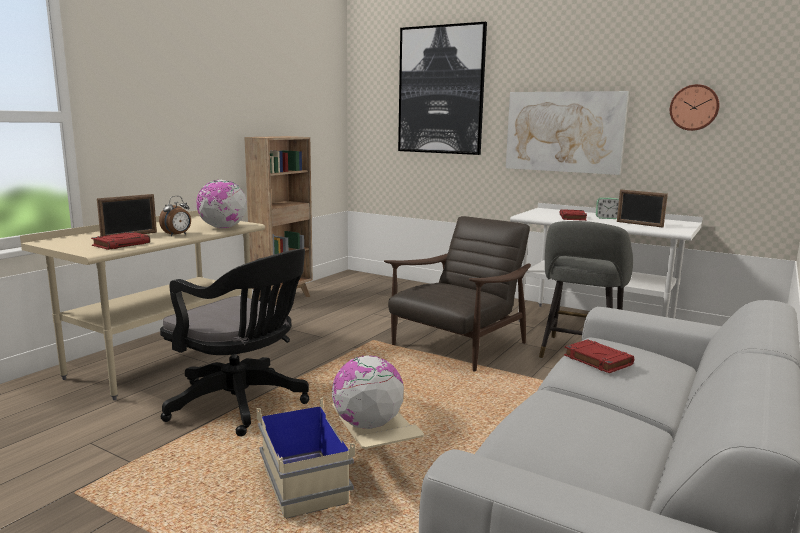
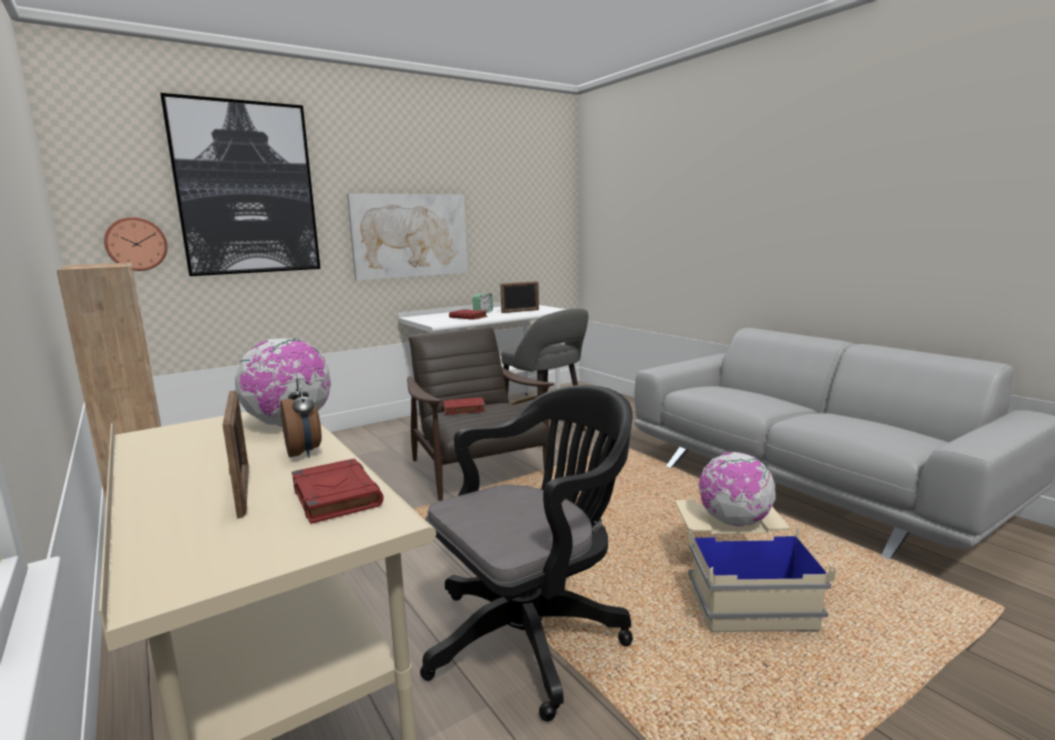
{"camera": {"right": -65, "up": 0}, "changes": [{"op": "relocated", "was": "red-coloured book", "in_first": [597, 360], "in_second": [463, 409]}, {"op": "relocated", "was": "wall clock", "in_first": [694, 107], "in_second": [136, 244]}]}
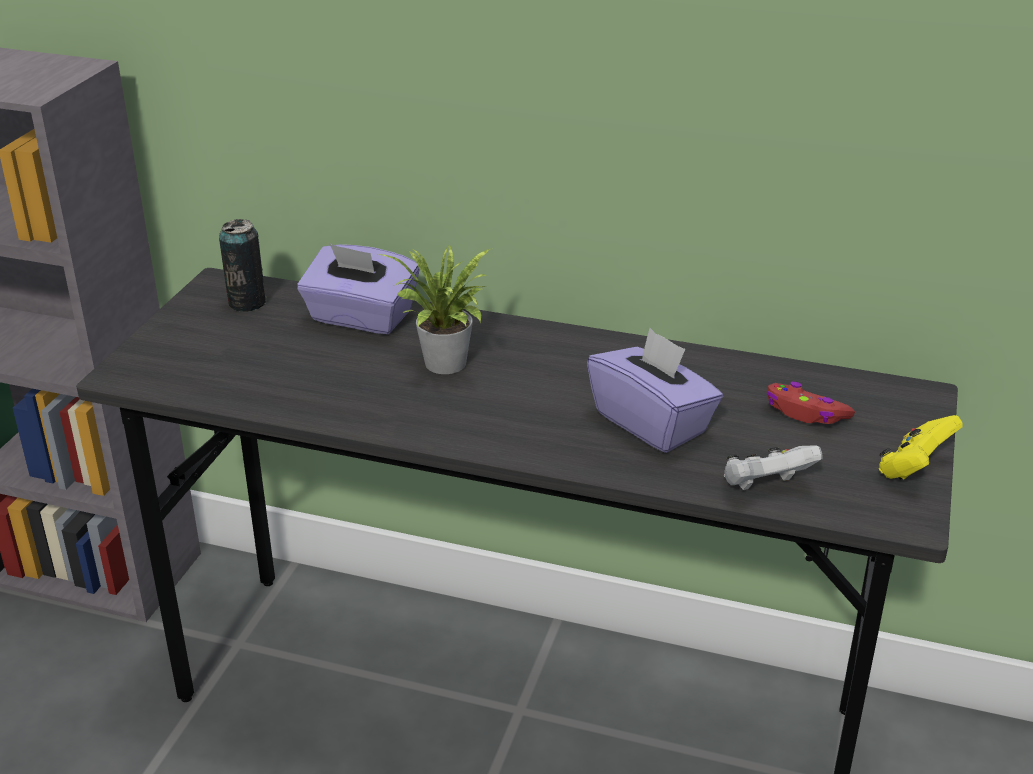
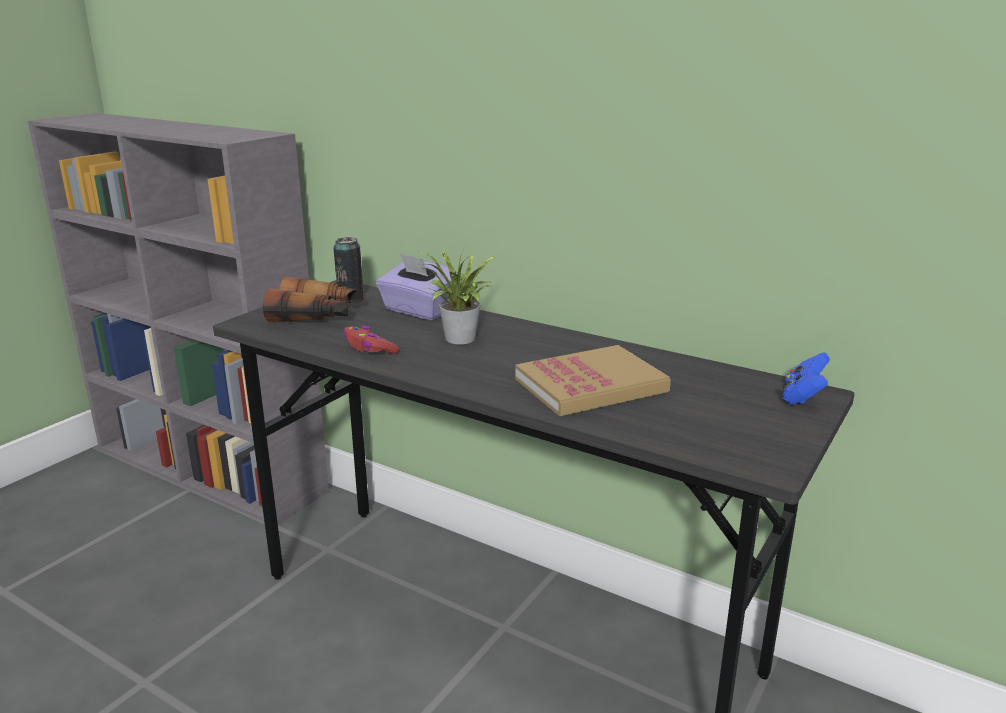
{"camera": {"right": 15, "up": -10}, "changes": [{"op": "missing", "was": "whitish gamepad", "in_first": [765, 486]}, {"op": "missing", "was": "yellowish gamepad", "in_first": [913, 469]}, {"op": "appeared", "now": "binoculars", "in_second": [317, 316]}, {"op": "appeared", "now": "bluish gamepad", "in_second": [802, 397]}, {"op": "relocated", "was": "red-coloured gamepad", "in_first": [805, 413], "in_second": [369, 348]}, {"op": "exchanged", "was": "purplish box of tissues", "now": "book", "in_first": [652, 422], "in_second": [591, 385]}]}
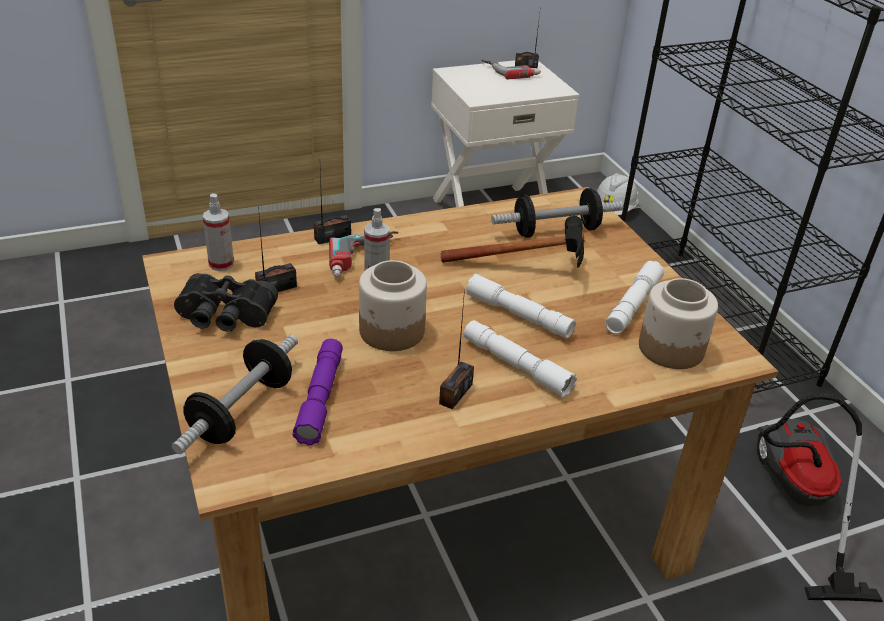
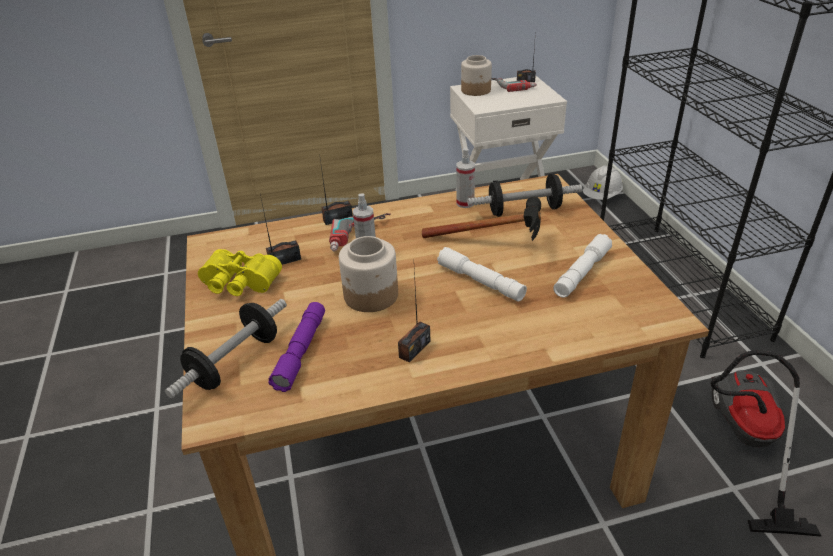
{"camera": {"right": 10, "up": 0}, "changes": [{"op": "missing", "was": "whitish torch", "in_first": [516, 366]}, {"op": "relocated", "was": "sprayer", "in_first": [221, 264], "in_second": [465, 203]}, {"op": "relocated", "was": "storage jar", "in_first": [672, 349], "in_second": [476, 90]}, {"op": "colour", "was": "black-coloured binoculars", "now": "yellowish binoculars", "in_first": [224, 317], "in_second": [238, 284]}]}
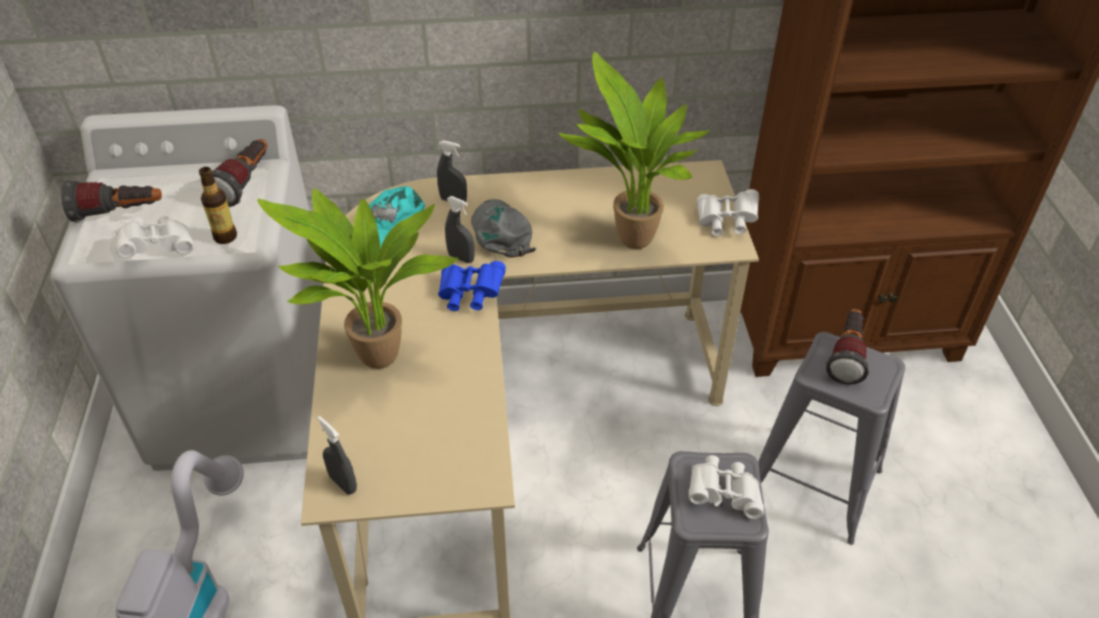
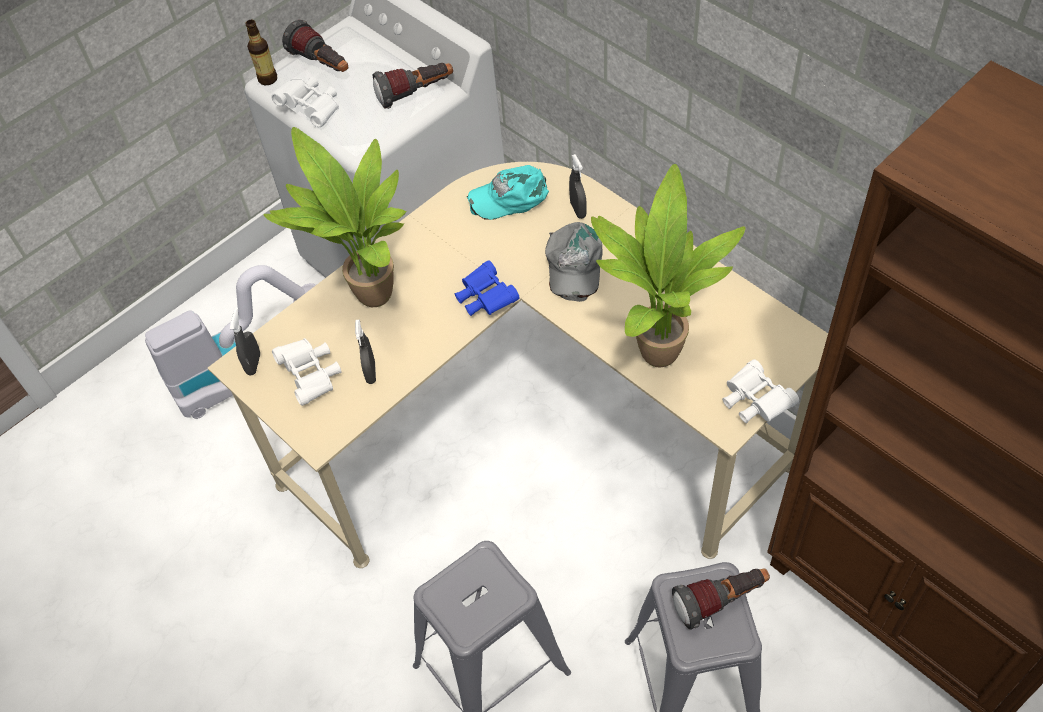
{"camera": {"right": 55, "up": 10}, "changes": [{"op": "relocated", "was": "drink bottle", "in_first": [225, 237], "in_second": [268, 79]}, {"op": "relocated", "was": "grey sprayer", "in_first": [461, 257], "in_second": [371, 373]}, {"op": "relocated", "was": "whitish binoculars", "in_first": [724, 494], "in_second": [311, 376]}, {"op": "spun", "was": "grey peaked cap", "in_first": [501, 232], "in_second": [573, 265], "clockwise": 150}]}
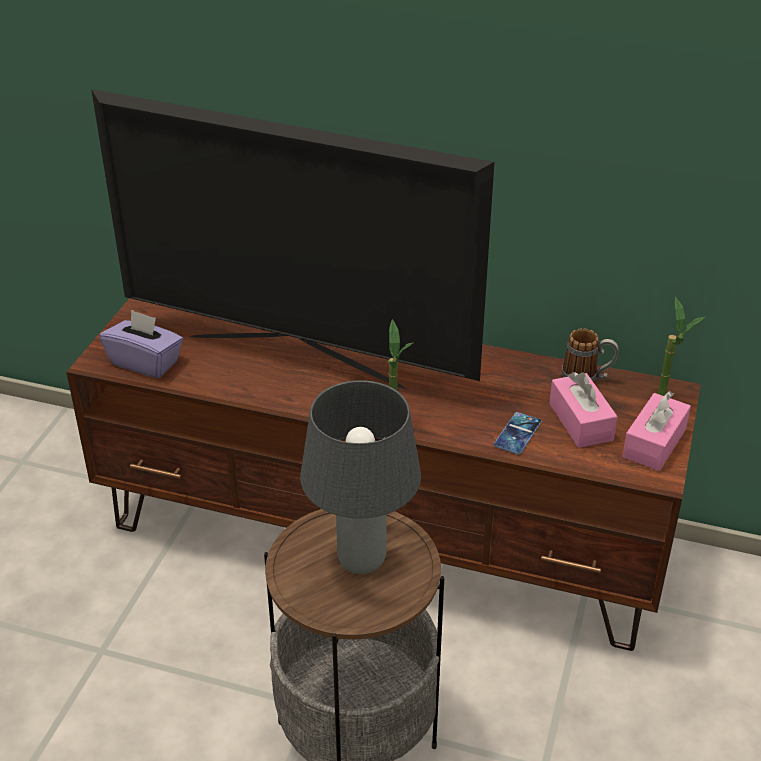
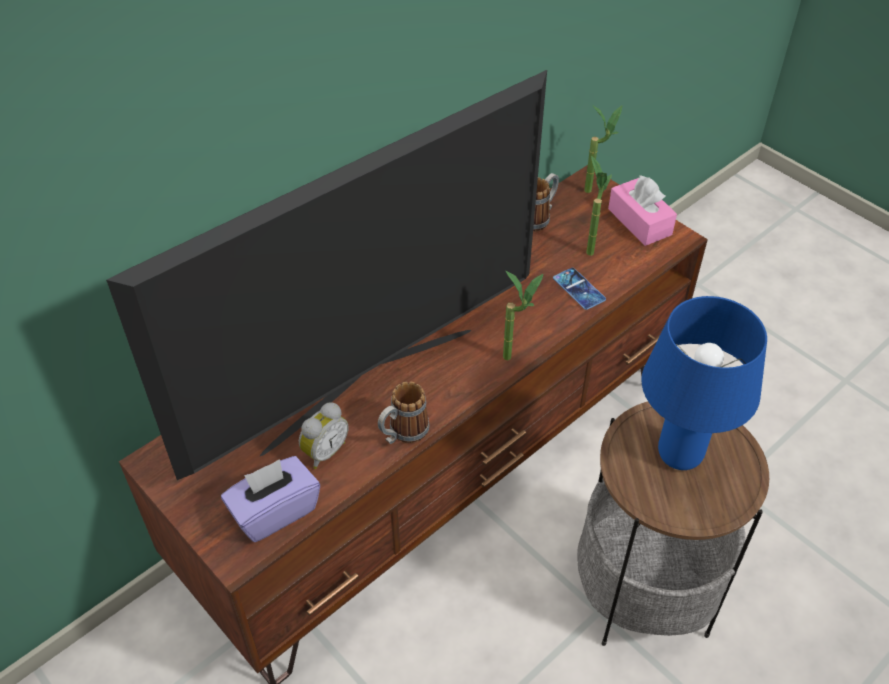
{"camera": {"right": -60, "up": 10}, "changes": [{"op": "appeared", "now": "table clock", "in_second": [324, 451]}, {"op": "appeared", "now": "coffee mug", "in_second": [403, 433]}, {"op": "exchanged", "was": "pink box of tissues", "now": "potted plant", "in_first": [580, 422], "in_second": [588, 247]}, {"op": "colour", "was": "grey lamp for a table", "now": "bluish lamp for a table", "in_first": [362, 559], "in_second": [678, 454]}]}
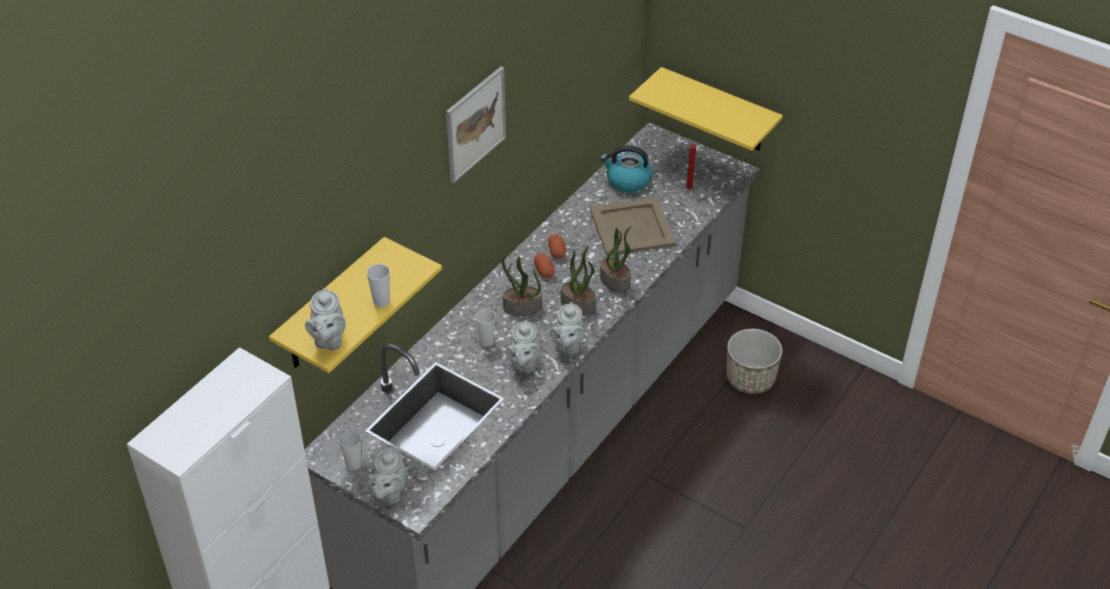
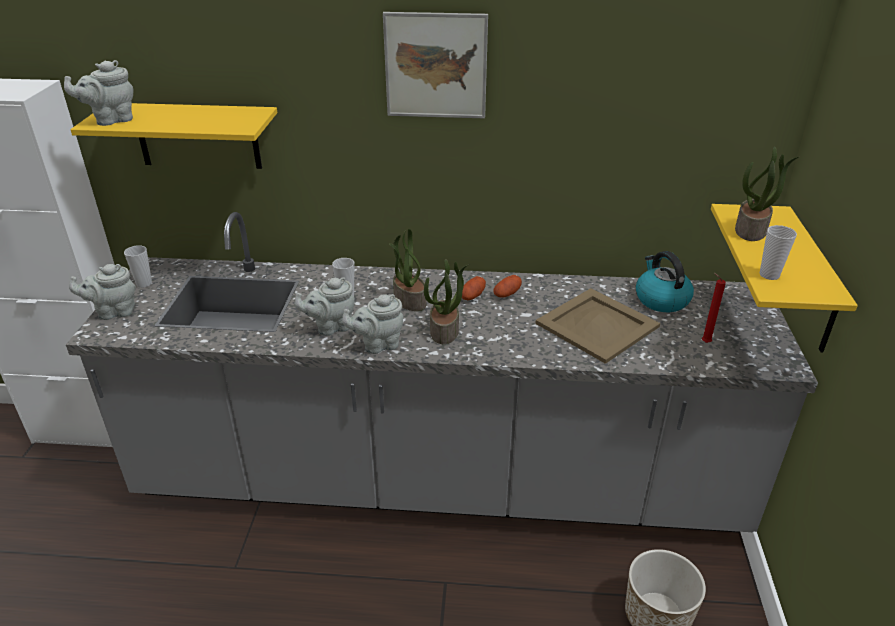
{"camera": {"right": 60, "up": -10}, "changes": [{"op": "relocated", "was": "cup", "in_first": [381, 301], "in_second": [769, 275]}, {"op": "relocated", "was": "potted plant", "in_first": [615, 282], "in_second": [751, 230]}]}
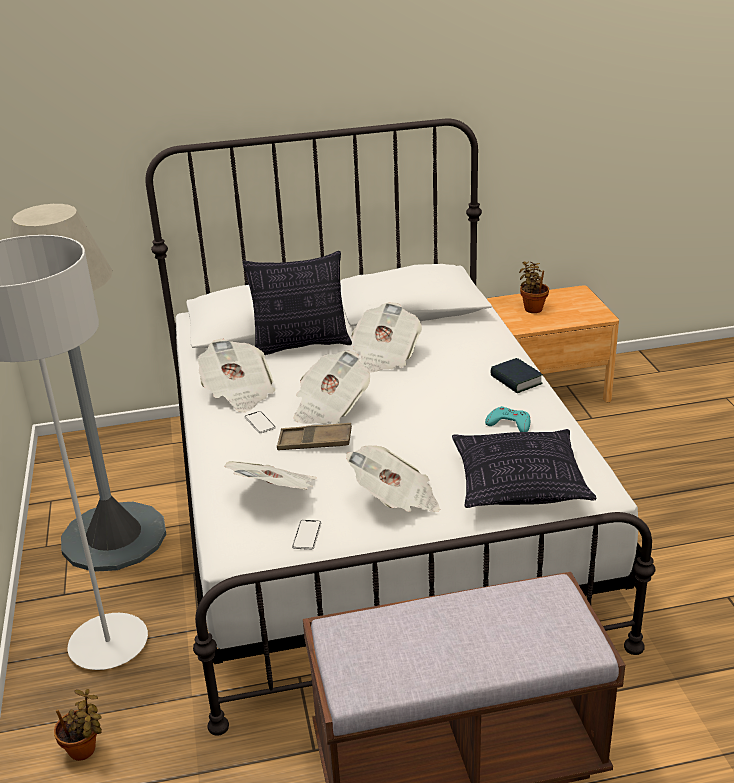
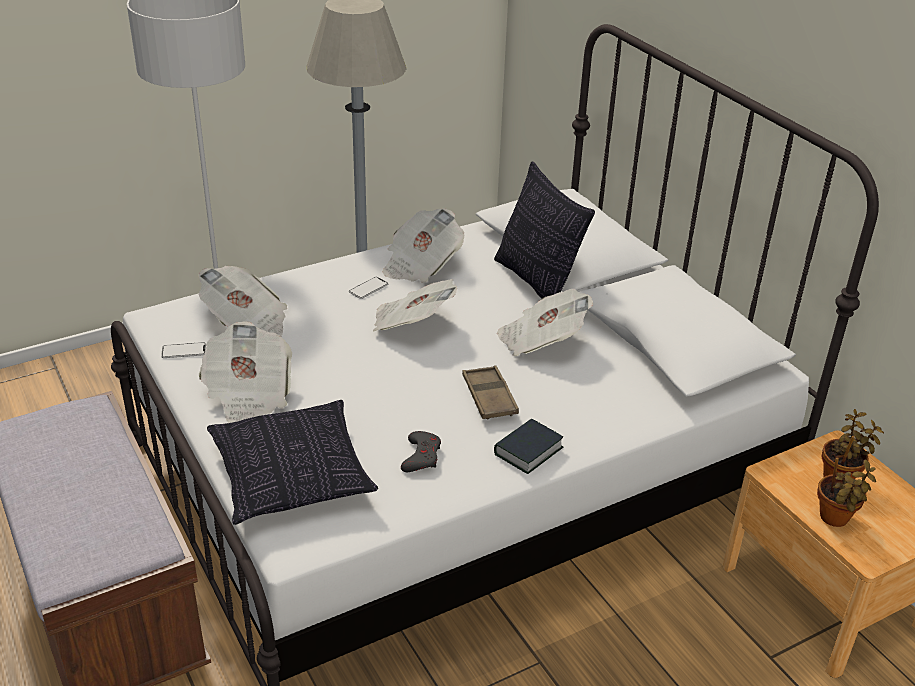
{"camera": {"right": 70, "up": 5}, "changes": [{"op": "relocated", "was": "potted plant", "in_first": [85, 750], "in_second": [835, 519]}, {"op": "relocated", "was": "brownish tray", "in_first": [315, 442], "in_second": [489, 397]}, {"op": "colour", "was": "turquoise gamepad", "now": "grey gamepad", "in_first": [509, 423], "in_second": [421, 456]}]}
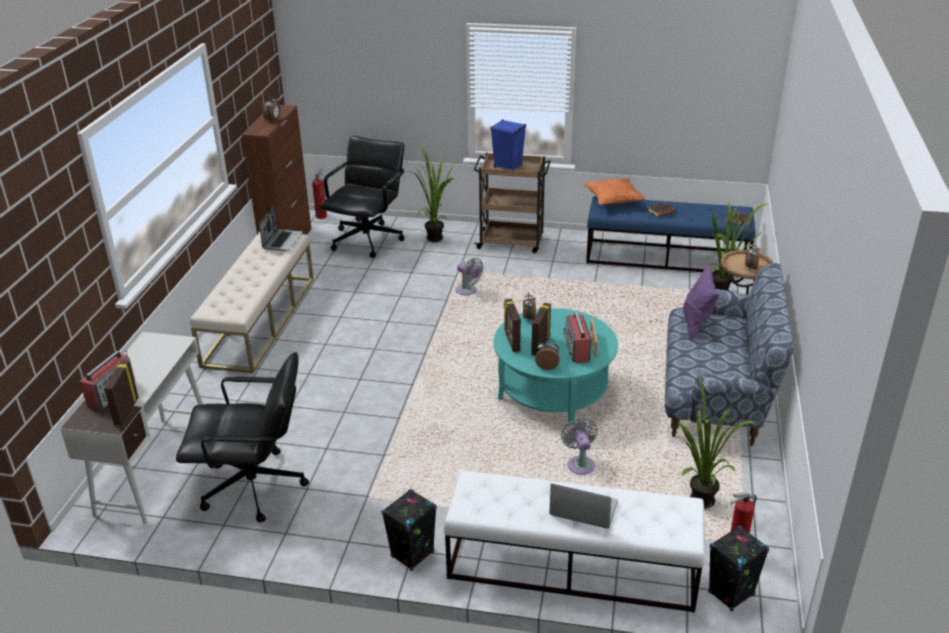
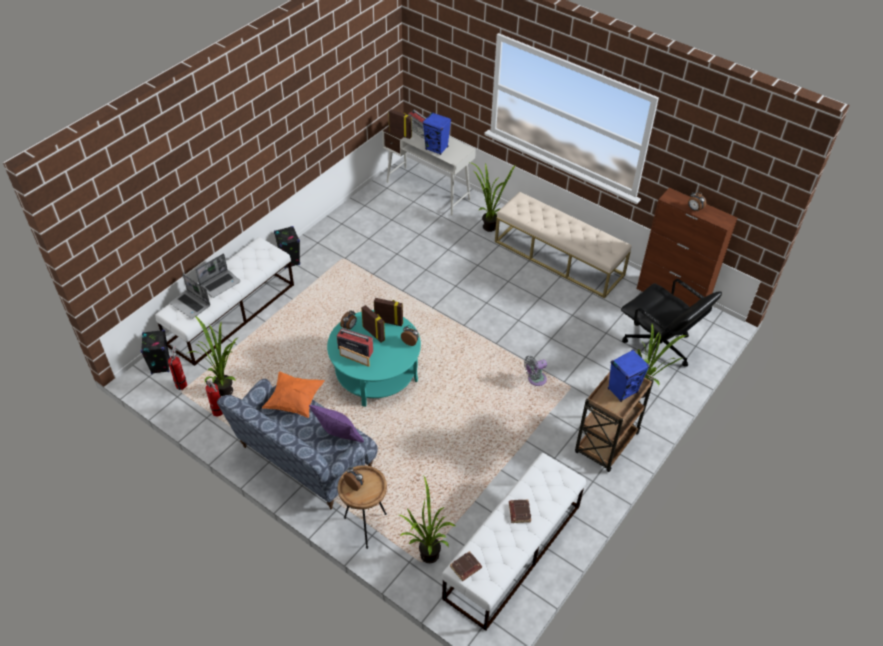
{"camera": {"right": 115, "up": 15}, "changes": [{"op": "missing", "was": "black-coloured computer chair", "in_first": [255, 488]}, {"op": "missing", "was": "grey cooling fan", "in_first": [580, 464]}, {"op": "appeared", "now": "bluish loudspeaker", "in_second": [437, 148]}, {"op": "appeared", "now": "potted plant", "in_second": [487, 226]}, {"op": "relocated", "was": "notebook computer", "in_first": [282, 241], "in_second": [190, 305]}, {"op": "relocated", "was": "fire-fighting cylinder", "in_first": [322, 215], "in_second": [219, 413]}, {"op": "relocated", "was": "orangey cushion", "in_first": [613, 201], "in_second": [294, 401]}, {"op": "colour", "was": "bluish bench", "now": "whitish bench", "in_first": [667, 257], "in_second": [513, 551]}]}
